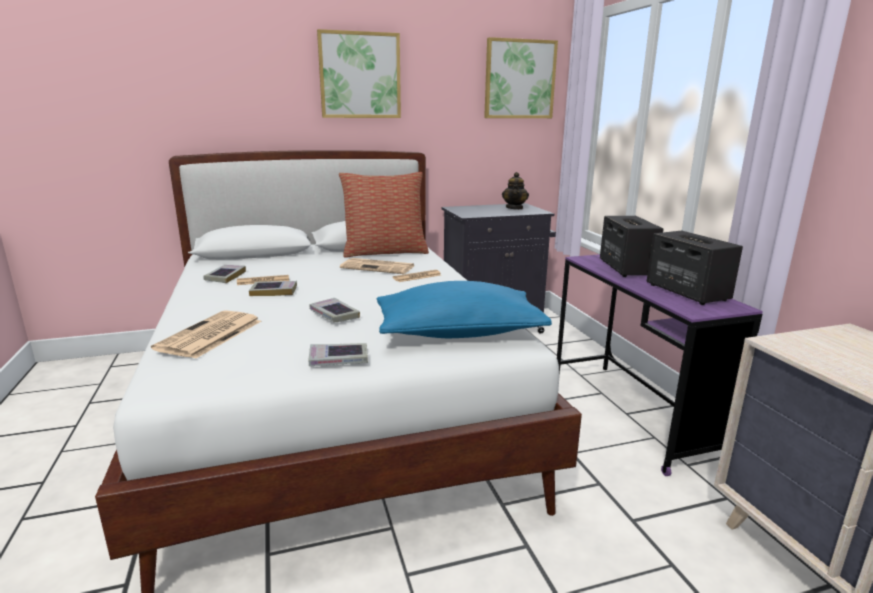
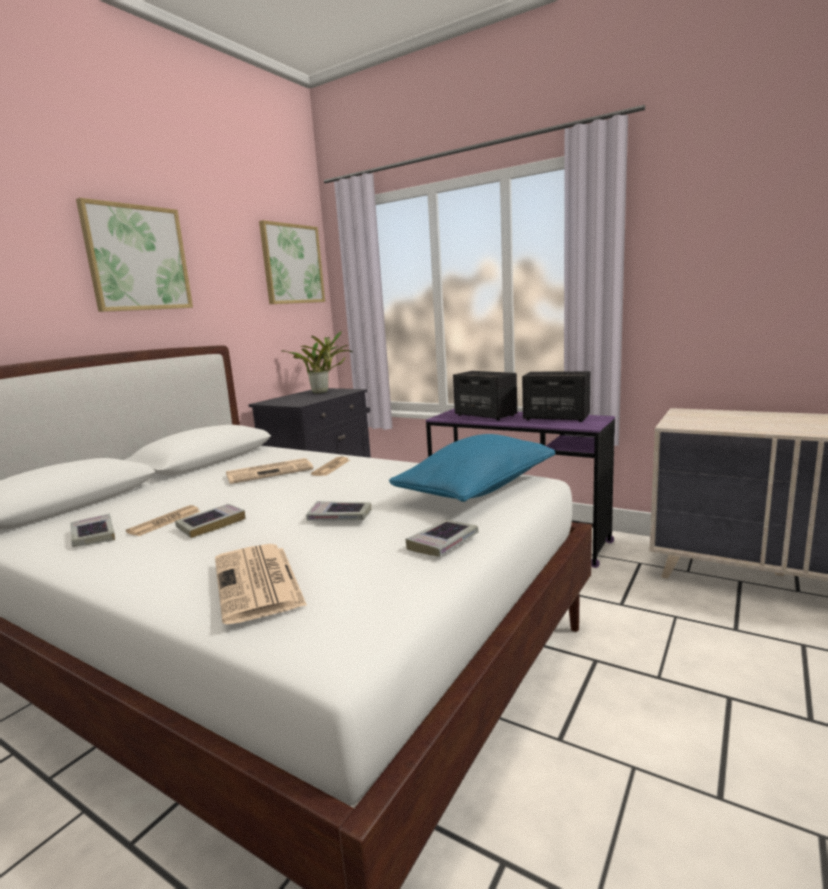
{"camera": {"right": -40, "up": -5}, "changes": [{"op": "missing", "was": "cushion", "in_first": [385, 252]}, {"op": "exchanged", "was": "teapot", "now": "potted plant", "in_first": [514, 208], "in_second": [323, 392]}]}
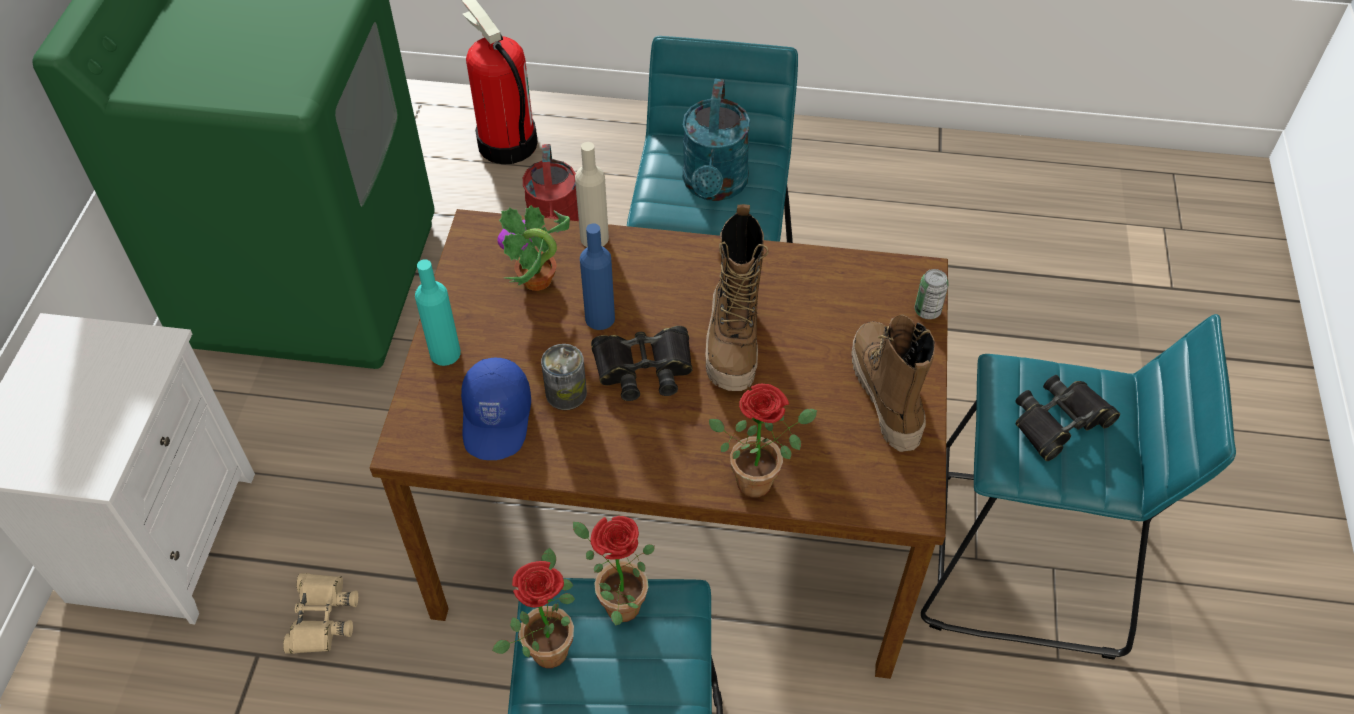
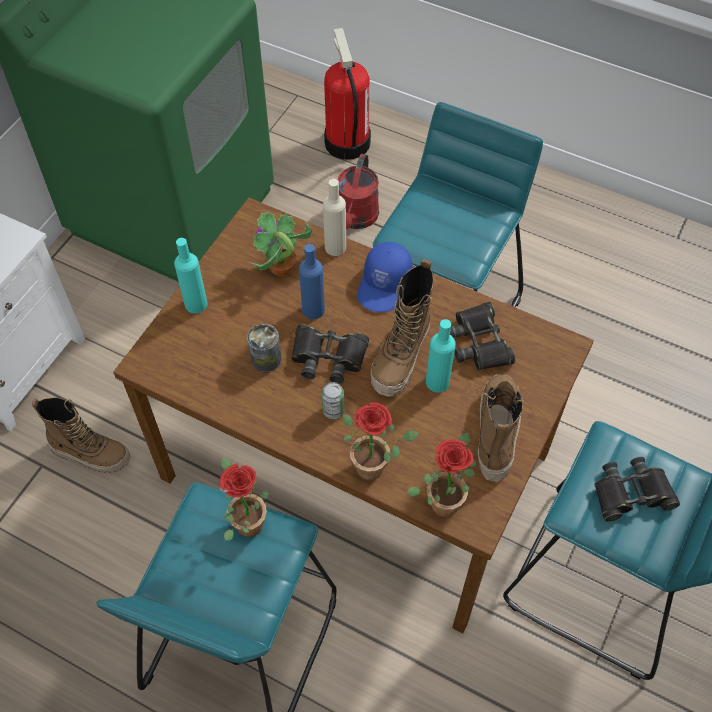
{"camera": {"right": 20, "up": 5}, "changes": [{"op": "missing", "was": "turquoise watering pot", "in_first": [714, 186]}, {"op": "appeared", "now": "turquoise drink bottle", "in_second": [437, 382]}, {"op": "appeared", "now": "black-coloured binoculars", "in_second": [479, 342]}, {"op": "relocated", "was": "bluish peaked cap", "in_first": [498, 419], "in_second": [385, 285]}, {"op": "relocated", "was": "potted plant", "in_first": [548, 643], "in_second": [444, 499]}, {"op": "relocated", "was": "metal can", "in_first": [927, 310], "in_second": [333, 410]}, {"op": "exchanged", "was": "beige binoculars", "now": "high-top boot", "in_first": [321, 617], "in_second": [91, 453]}]}
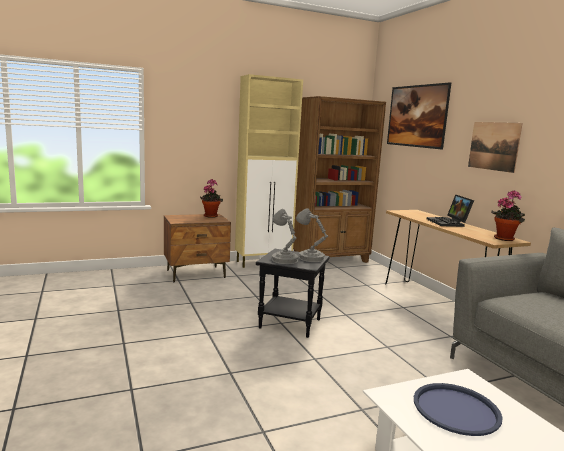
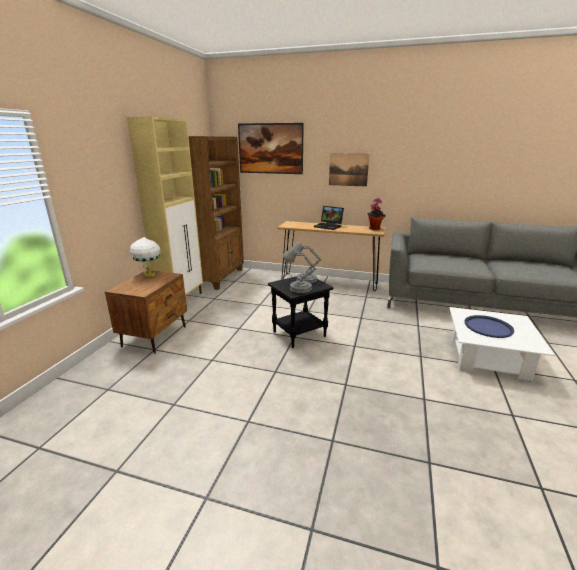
{"camera": {"right": -50, "up": 10}, "changes": [{"op": "exchanged", "was": "potted plant", "now": "whitish lamp for a table", "in_first": [210, 216], "in_second": [148, 275]}]}
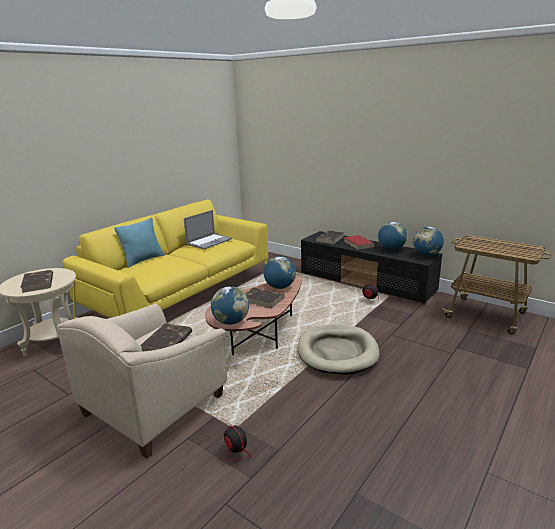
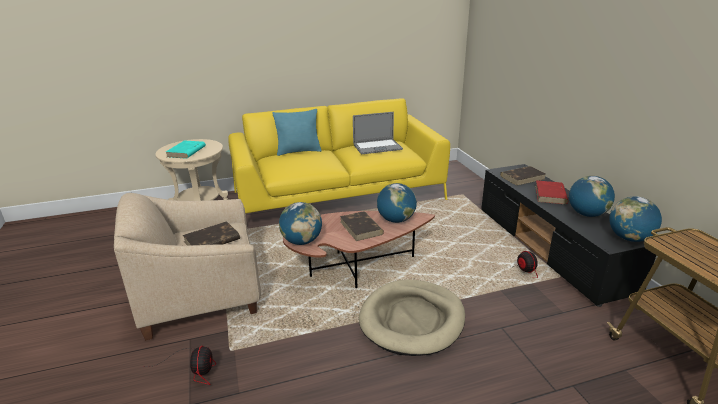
{"camera": {"right": 35, "up": 5}, "changes": [{"op": "colour", "was": "brownish book", "now": "turquoise book", "in_first": [38, 283], "in_second": [186, 152]}]}
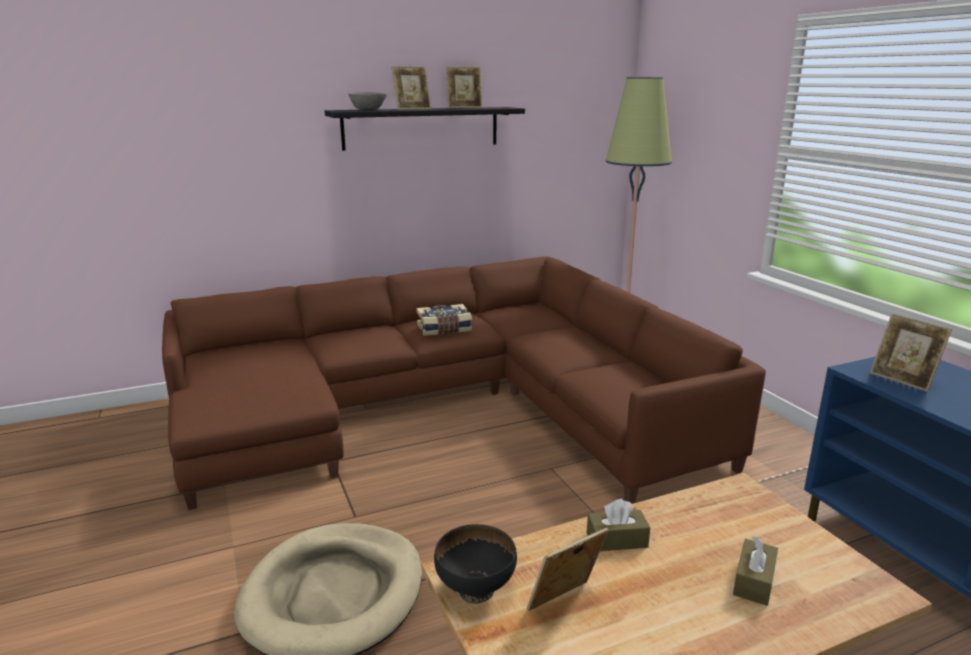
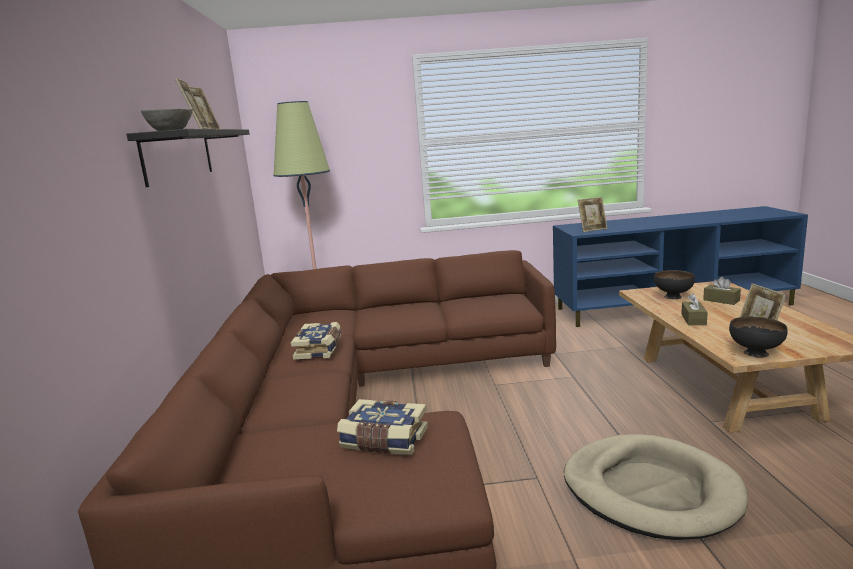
{"camera": {"right": -70, "up": -5}, "changes": [{"op": "appeared", "now": "book", "in_second": [384, 440]}, {"op": "appeared", "now": "black-coloured deep dish", "in_second": [673, 296]}]}
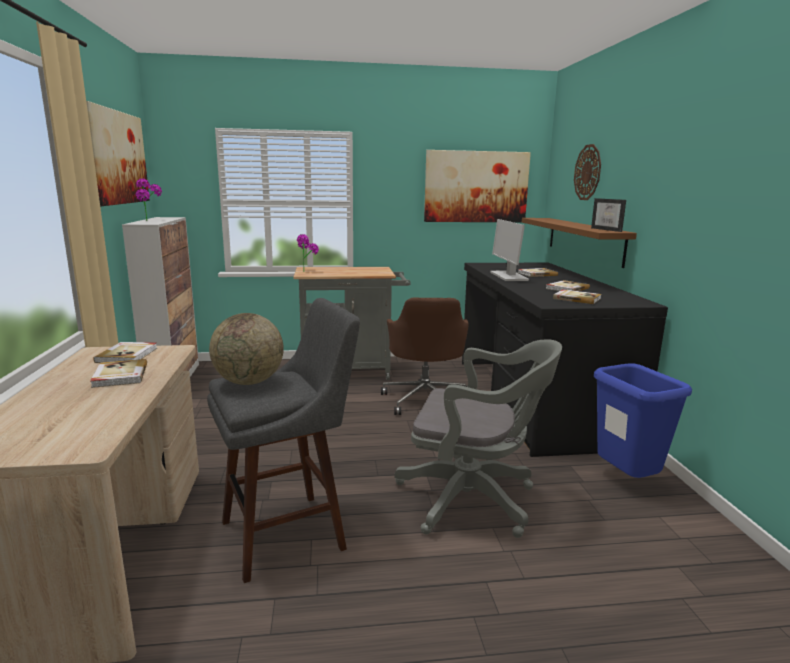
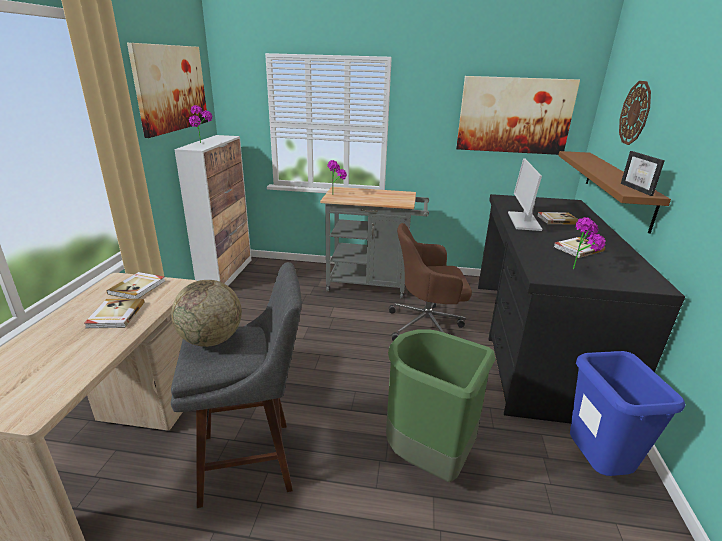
{"camera": {"right": 15, "up": 10}, "changes": [{"op": "exchanged", "was": "grey computer chair", "now": "greenish waste bin", "in_first": [474, 500], "in_second": [428, 458]}, {"op": "exchanged", "was": "book", "now": "potted plant", "in_first": [576, 298], "in_second": [579, 269]}, {"op": "spun", "was": "brownish computer chair", "in_first": [425, 399], "in_second": [427, 326], "clockwise": 75}]}
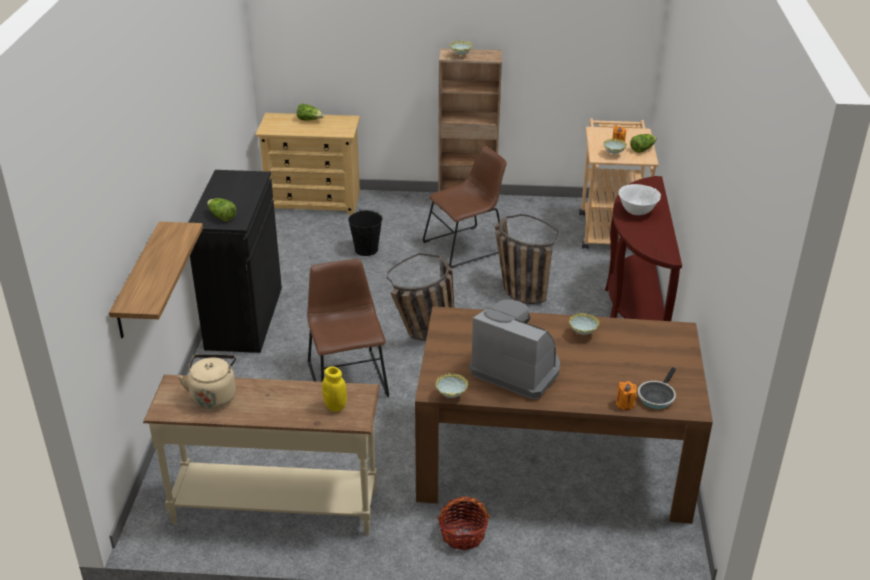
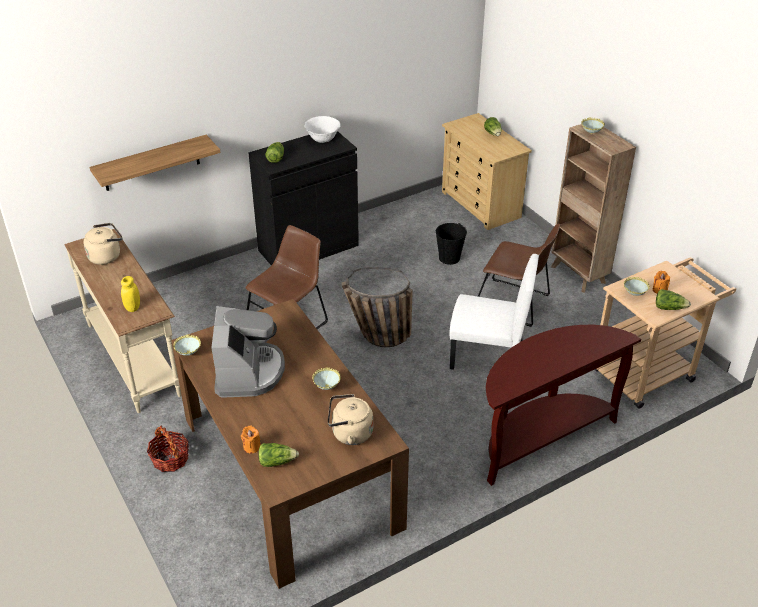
{"camera": {"right": 55, "up": 5}, "changes": [{"op": "appeared", "now": "beige kettle", "in_second": [349, 433]}, {"op": "relocated", "was": "whitish deep dish", "in_first": [637, 211], "in_second": [323, 139]}, {"op": "exchanged", "was": "basket", "now": "whitish chair", "in_first": [516, 289], "in_second": [486, 357]}, {"op": "exchanged", "was": "pan", "now": "lettuce head", "in_first": [656, 396], "in_second": [277, 461]}]}
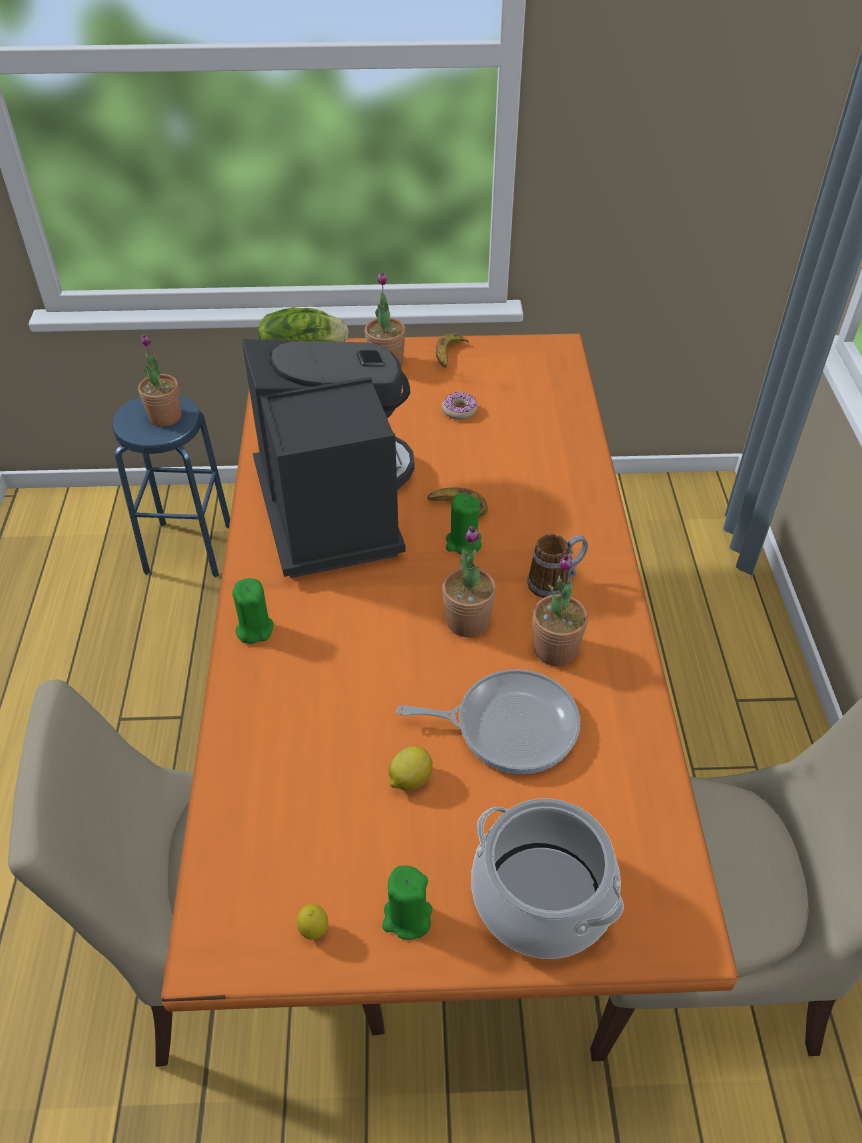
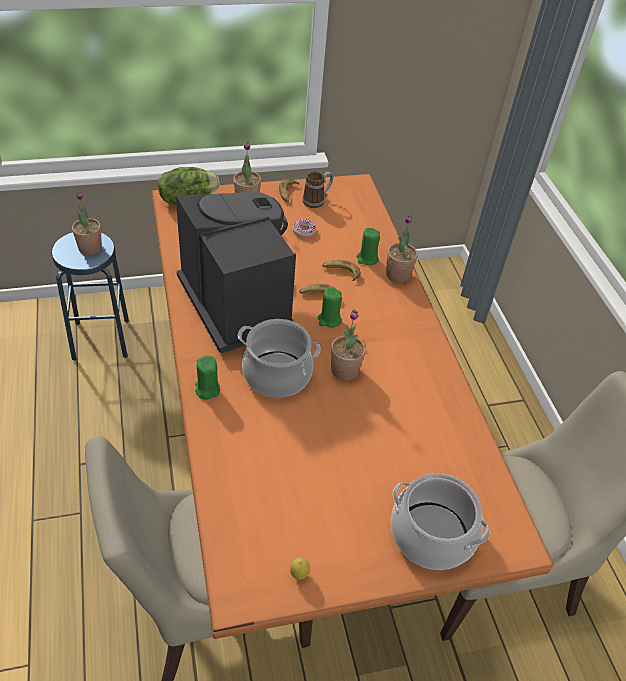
{"camera": {"right": -15, "up": 0}, "changes": [{"op": "missing", "was": "citrus fruit", "in_first": [409, 779]}, {"op": "missing", "was": "pan", "in_first": [509, 726]}, {"op": "appeared", "now": "saucepot", "in_second": [277, 374]}, {"op": "appeared", "now": "banana fruit", "in_second": [341, 272]}, {"op": "relocated", "was": "greenish wax light", "in_first": [407, 917], "in_second": [367, 259]}, {"op": "relocated", "was": "coffee mug", "in_first": [555, 582], "in_second": [317, 200]}, {"op": "relocated", "was": "potted plant", "in_first": [555, 649], "in_second": [398, 275]}]}
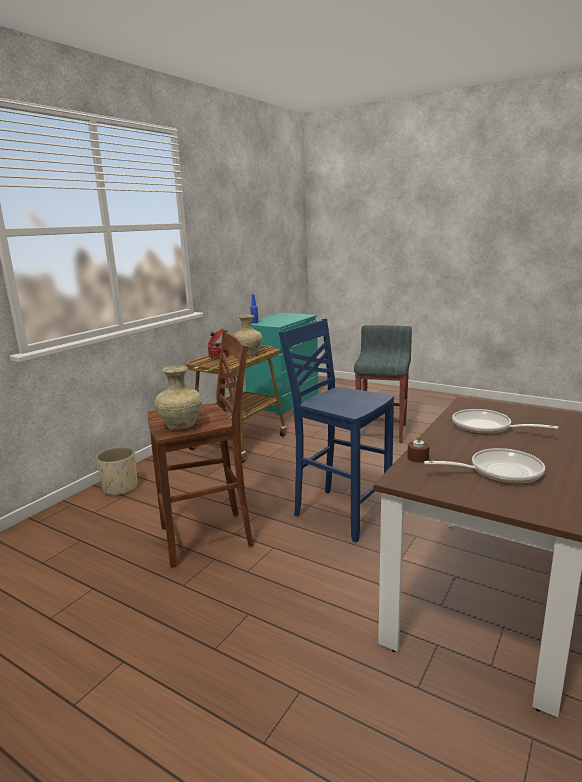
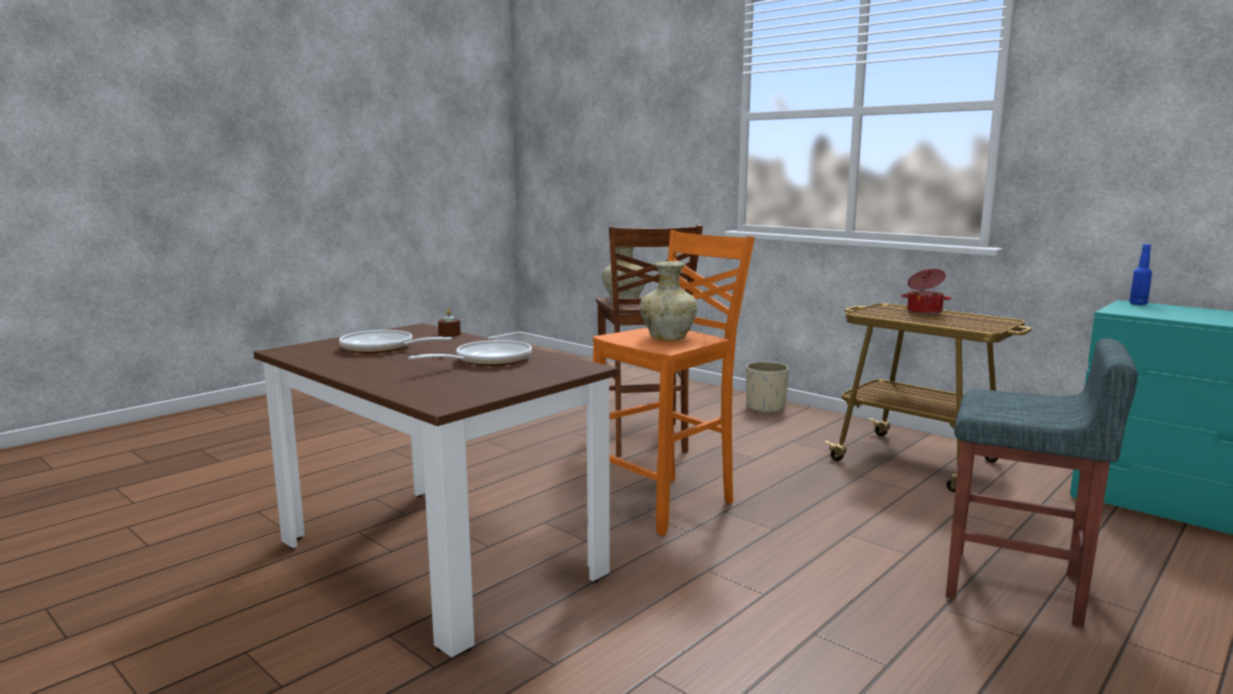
{"camera": {"right": 100, "up": -5}, "changes": [{"op": "relocated", "was": "beige decorative vase", "in_first": [248, 354], "in_second": [669, 338]}, {"op": "colour", "was": "bluish stool seat", "now": "orangey stool seat", "in_first": [340, 512], "in_second": [668, 503]}, {"op": "spun", "was": "pan", "in_first": [499, 472], "in_second": [382, 348], "clockwise": 105}]}
